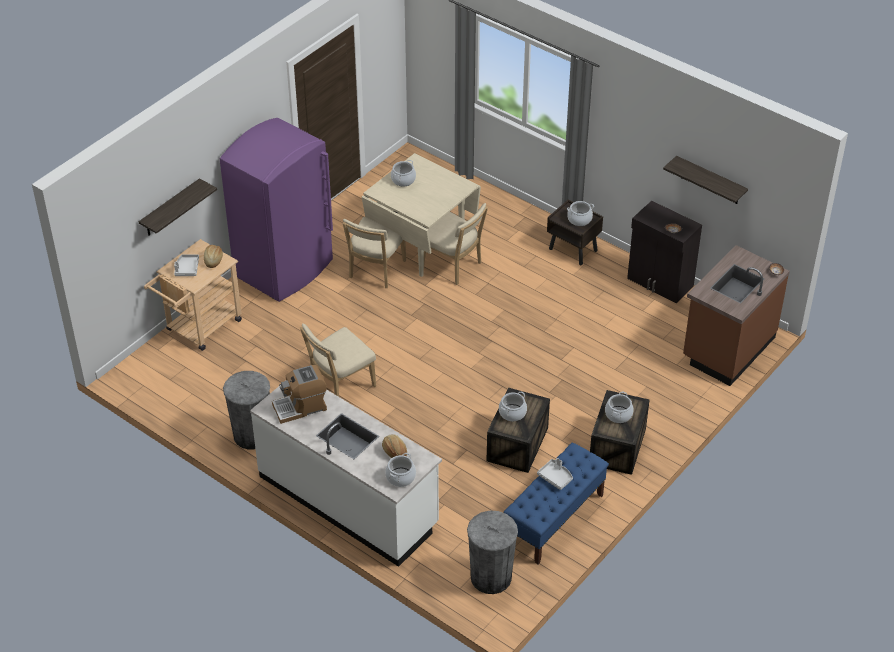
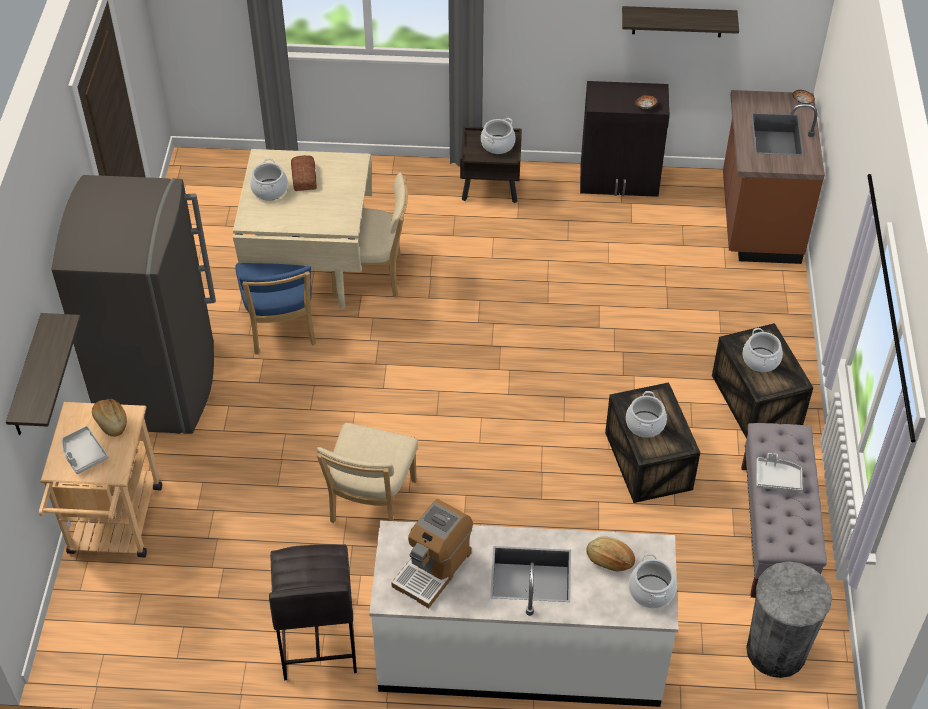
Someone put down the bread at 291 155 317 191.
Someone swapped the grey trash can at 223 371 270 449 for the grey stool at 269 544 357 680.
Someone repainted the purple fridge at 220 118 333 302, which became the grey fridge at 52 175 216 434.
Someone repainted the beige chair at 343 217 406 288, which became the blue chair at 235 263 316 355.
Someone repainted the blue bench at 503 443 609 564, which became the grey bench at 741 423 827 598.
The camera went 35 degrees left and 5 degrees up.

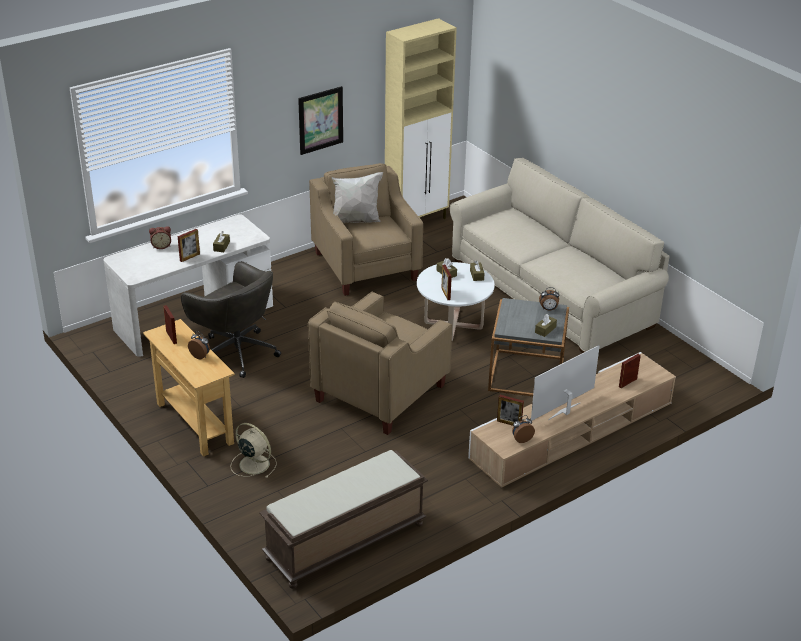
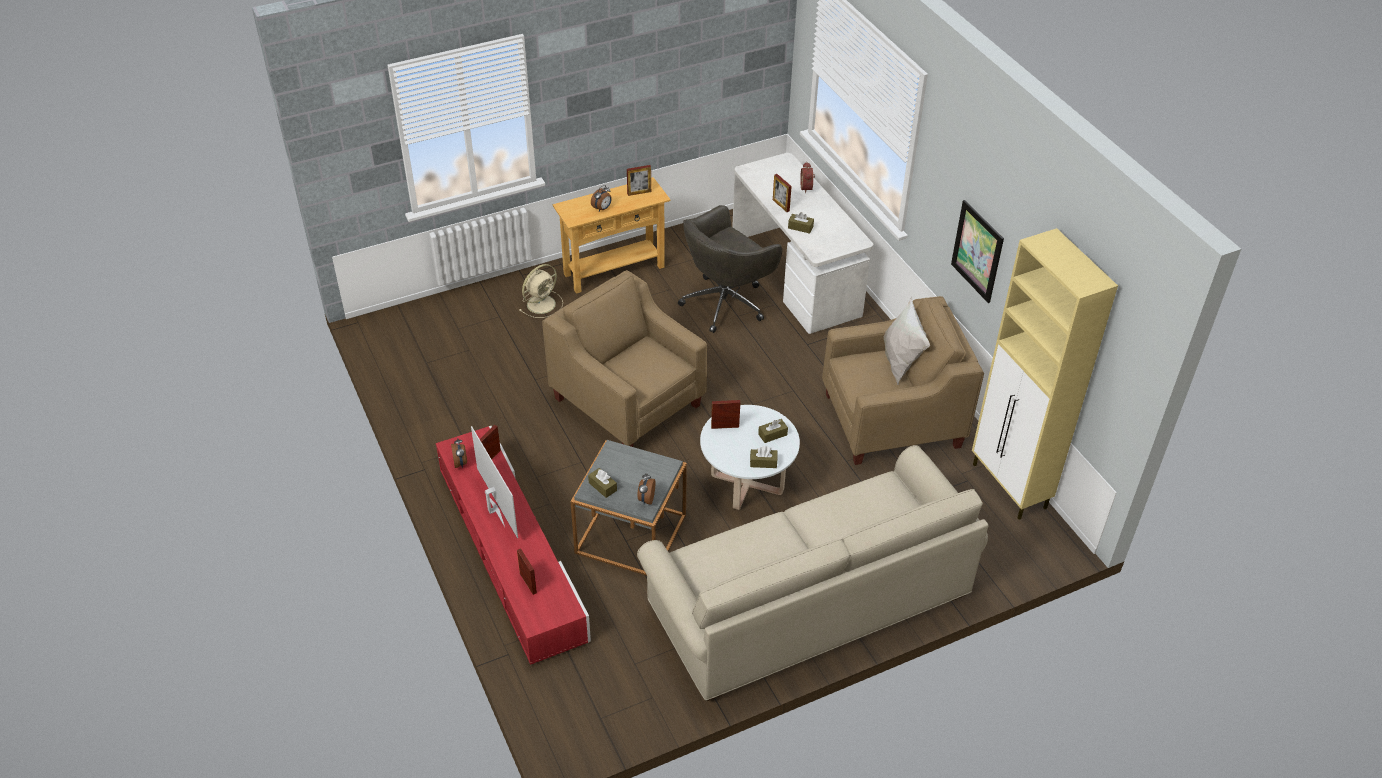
Someone took away the brown bench at 259 450 428 589.
Someone repainted the beige tv stand at 468 352 676 487, which became the red tv stand at 436 426 591 665.
The camera went 100 degrees right and 10 degrees up.

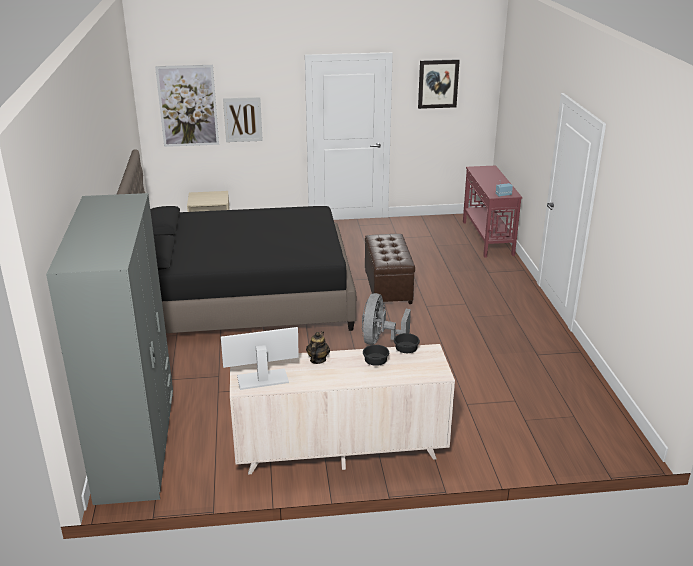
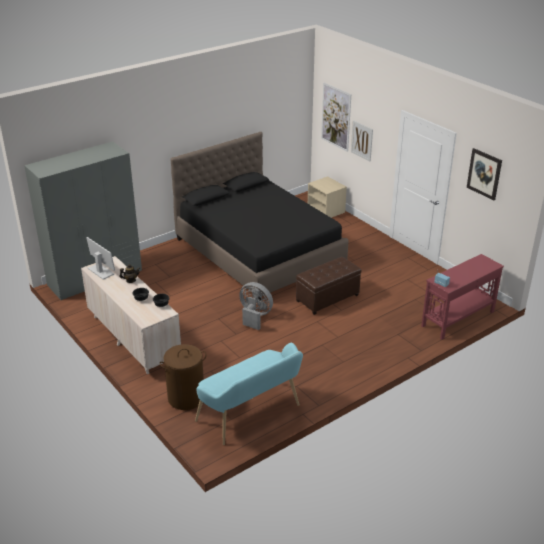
Someone put down the brown laundry basket at 160 344 206 410.
Someone put down the turquoise bench at 195 343 303 445.
Someone rotated the grey fan at 362 293 411 345 by 45 degrees clockwise.
The camera went 60 degrees right and 5 degrees up.

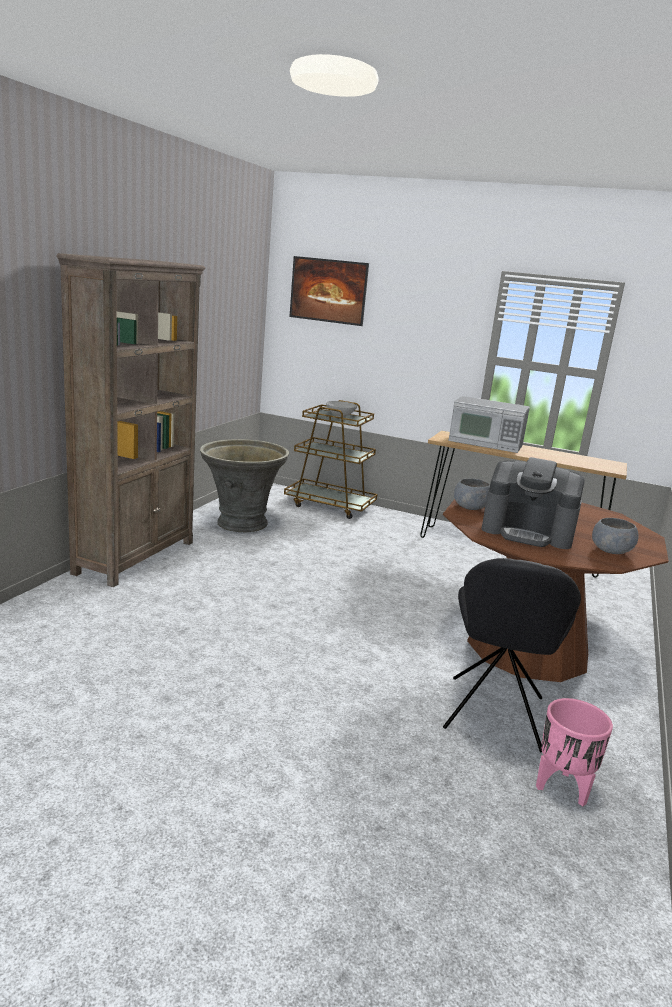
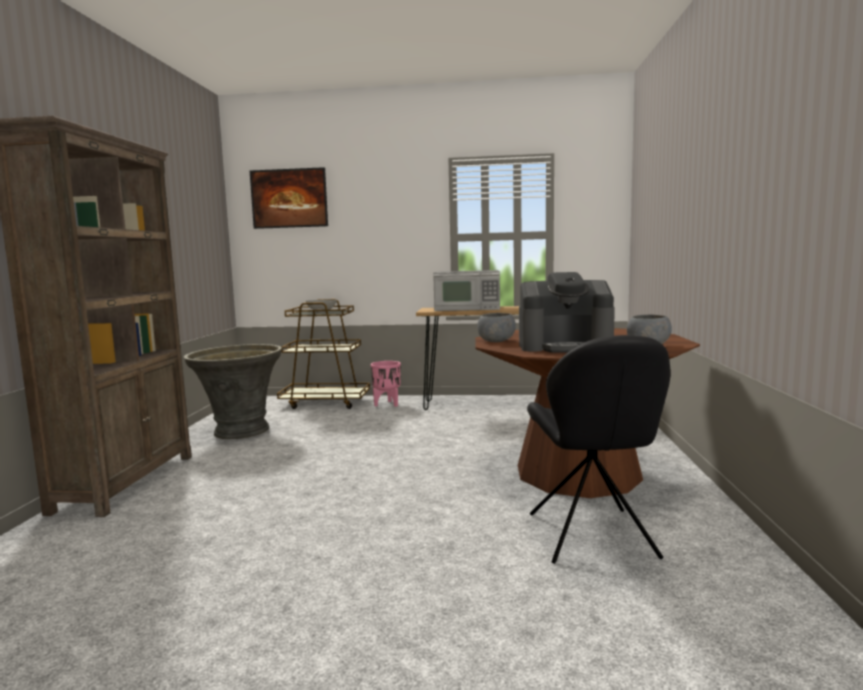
Someone carried the pink planter from 536 698 613 807 to 371 361 401 407.
The camera went 15 degrees left and 10 degrees down.

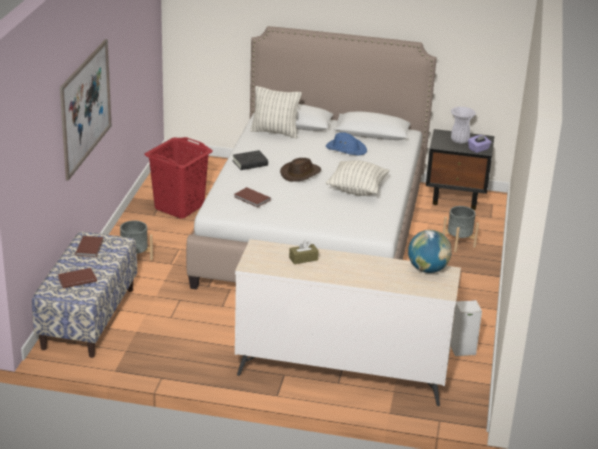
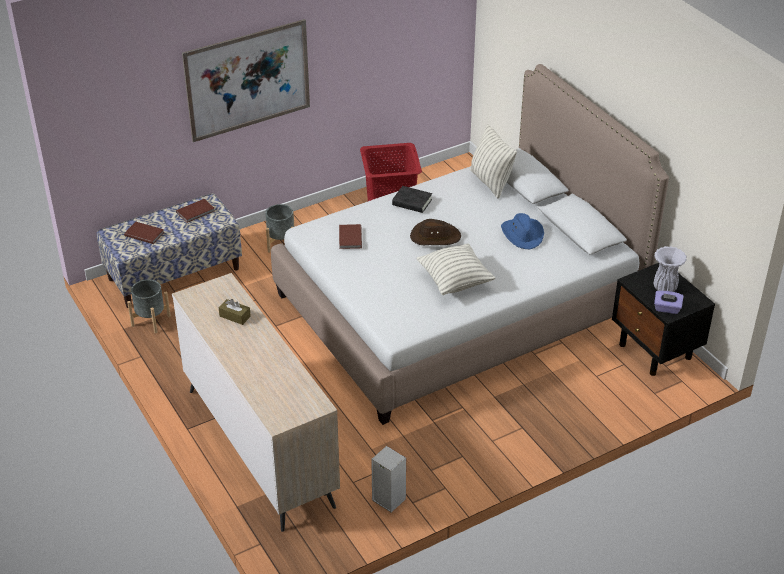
Someone took away the globe at 408 230 452 273.
Someone carried the grey planter from 442 206 479 252 to 127 279 171 333.
The camera went 50 degrees right and 10 degrees up.

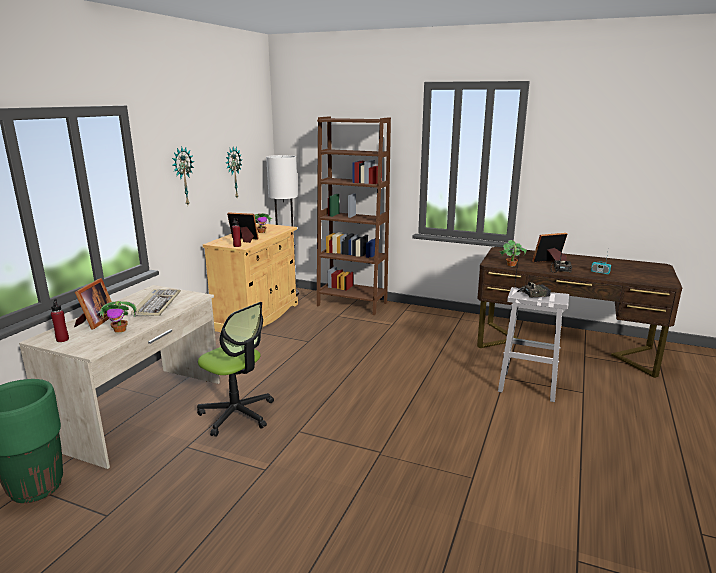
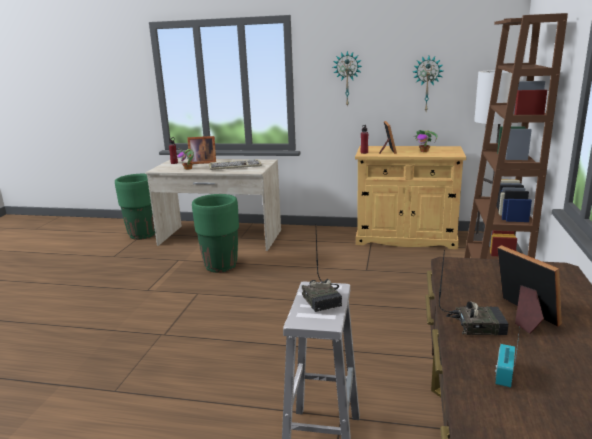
Someone took away the potted plant at 499 240 527 266.
Someone swapped the office chair at 197 302 274 437 for the green planter at 192 194 239 273.
The camera went 80 degrees right and 0 degrees up.

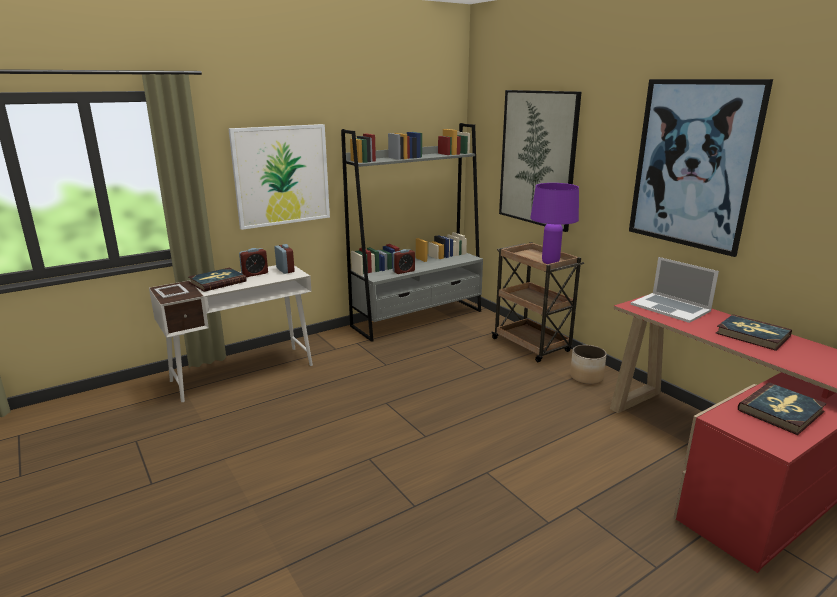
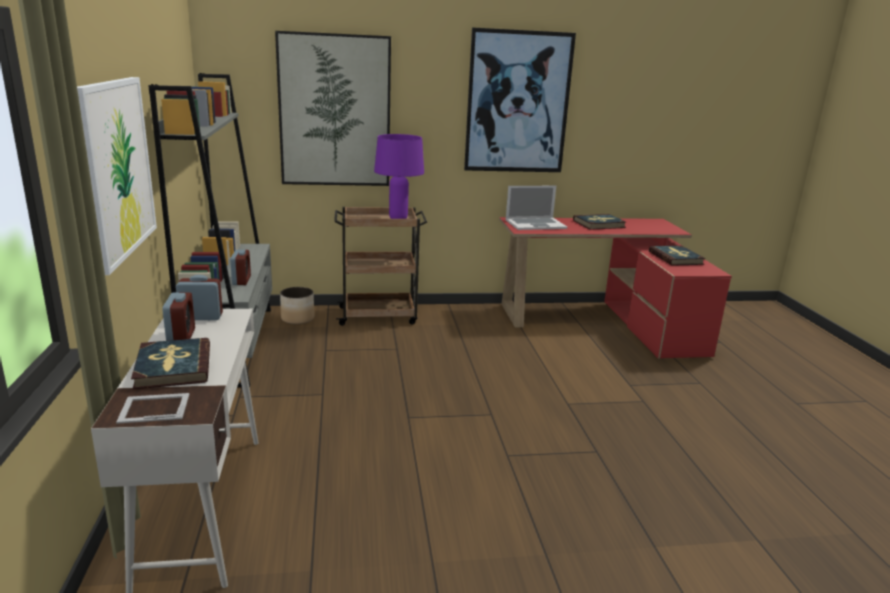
Someone carried the planter from 570 345 607 384 to 280 287 315 324.
The camera went 65 degrees left and 0 degrees up.

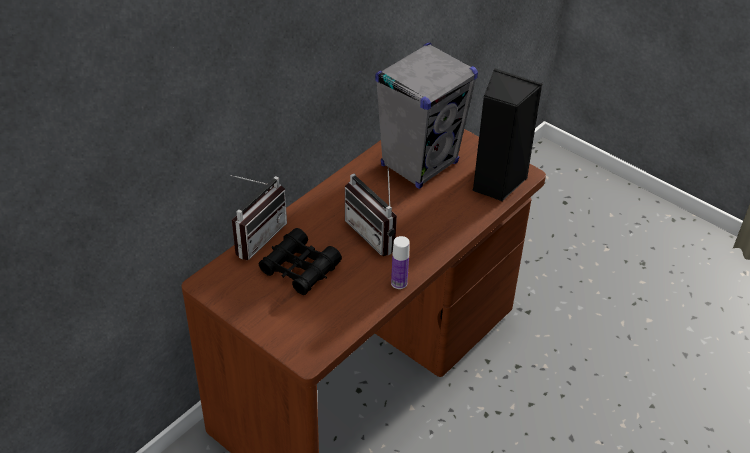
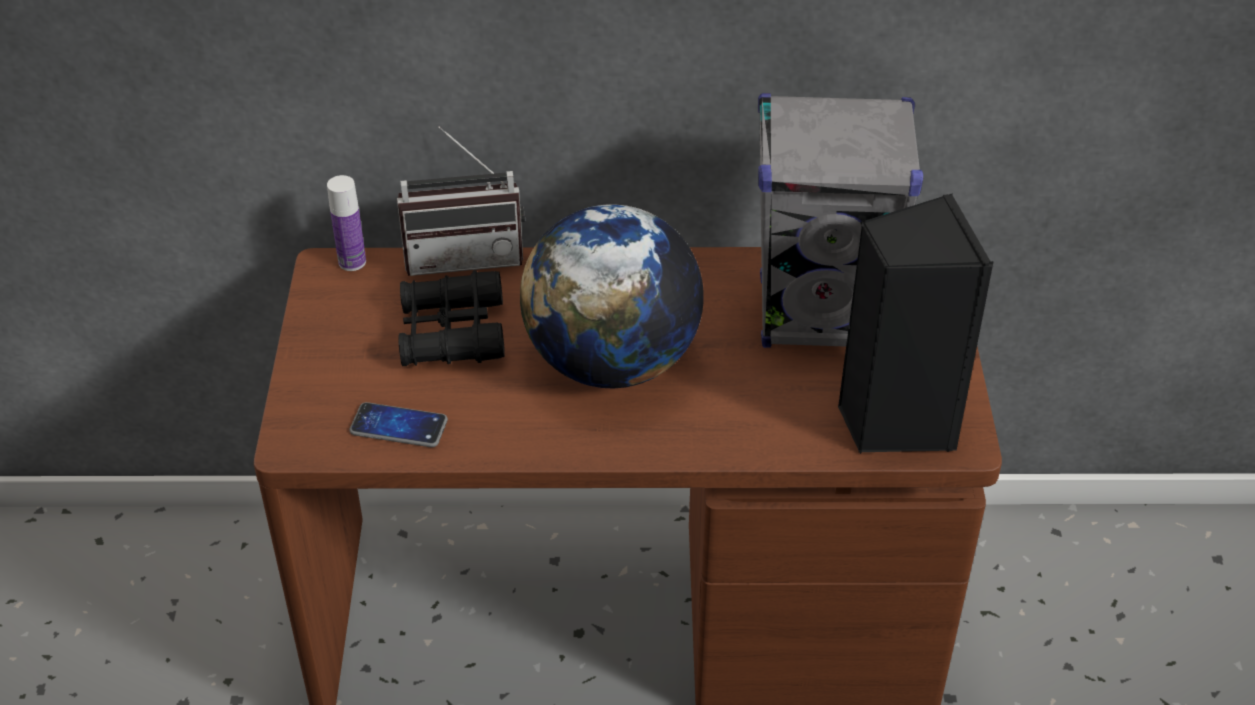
Someone put down the phone at 349 402 448 447.
Someone carried the bottle from 391 236 410 289 to 327 175 366 271.
Someone swapped the radio at 345 164 397 256 for the globe at 520 204 704 388.
The camera went 50 degrees right and 0 degrees up.

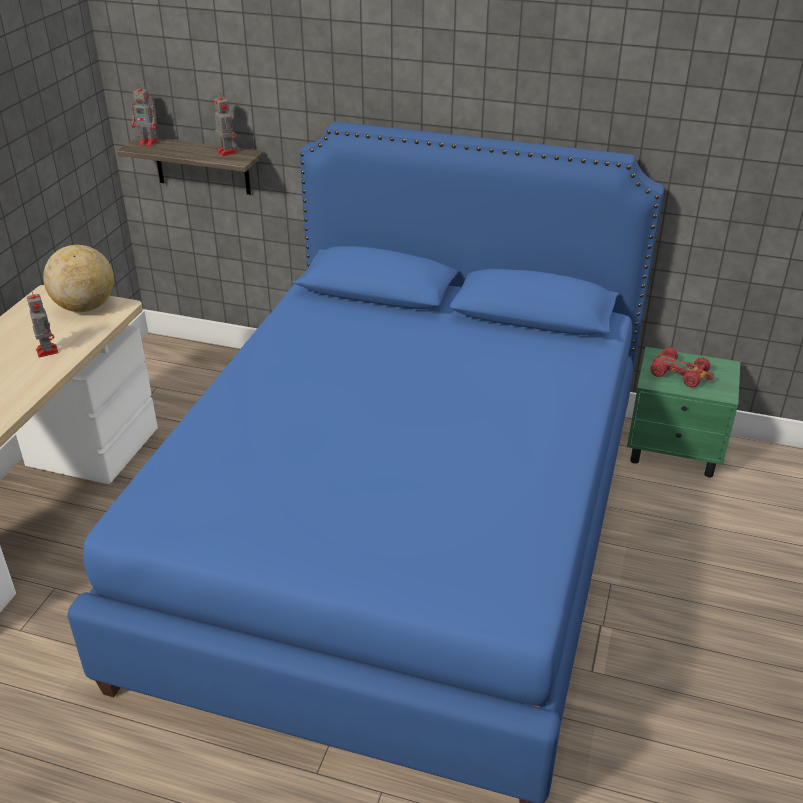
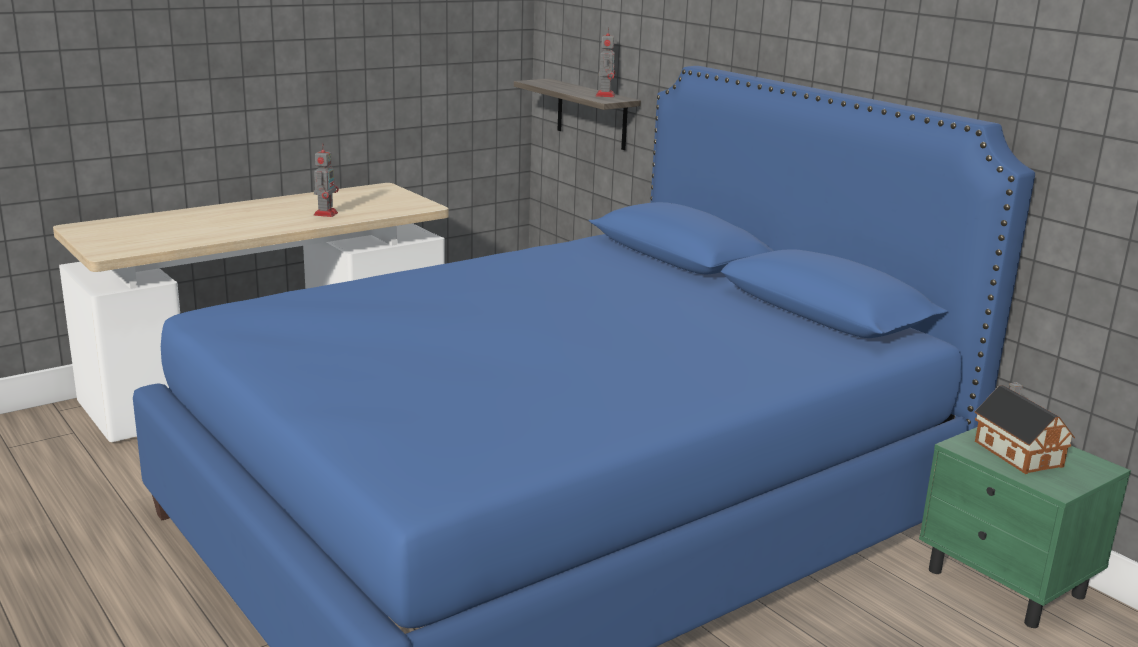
Someone took away the globe at 43 245 114 312.
Someone took away the toy robot at 131 83 159 146.
Someone swapped the red toy car at 651 347 714 388 for the toy house at 974 382 1075 474.
The camera went 35 degrees right and 15 degrees down.

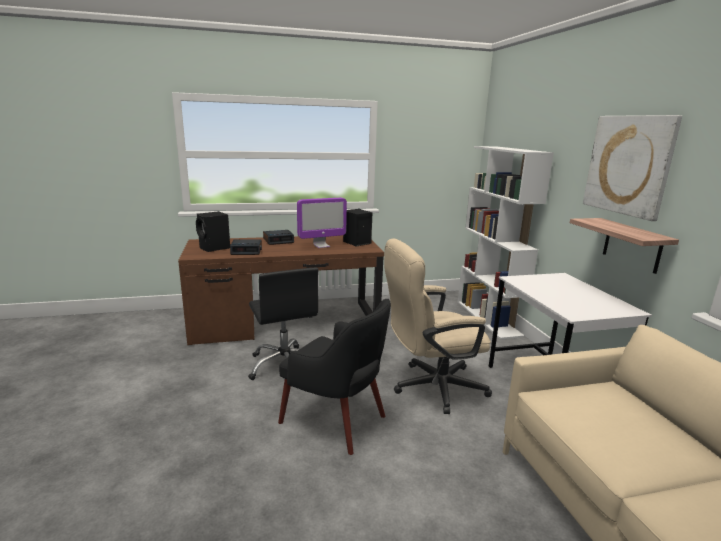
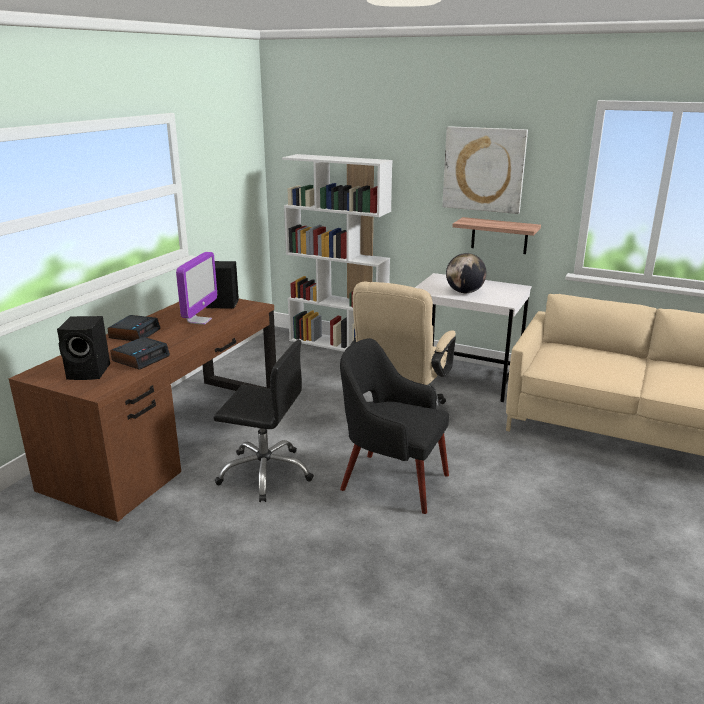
Someone put down the globe at 446 253 486 293.
Someone rotated the black armchair at 278 299 391 455 by 135 degrees counterclockwise.
The camera went 50 degrees left and 5 degrees up.

